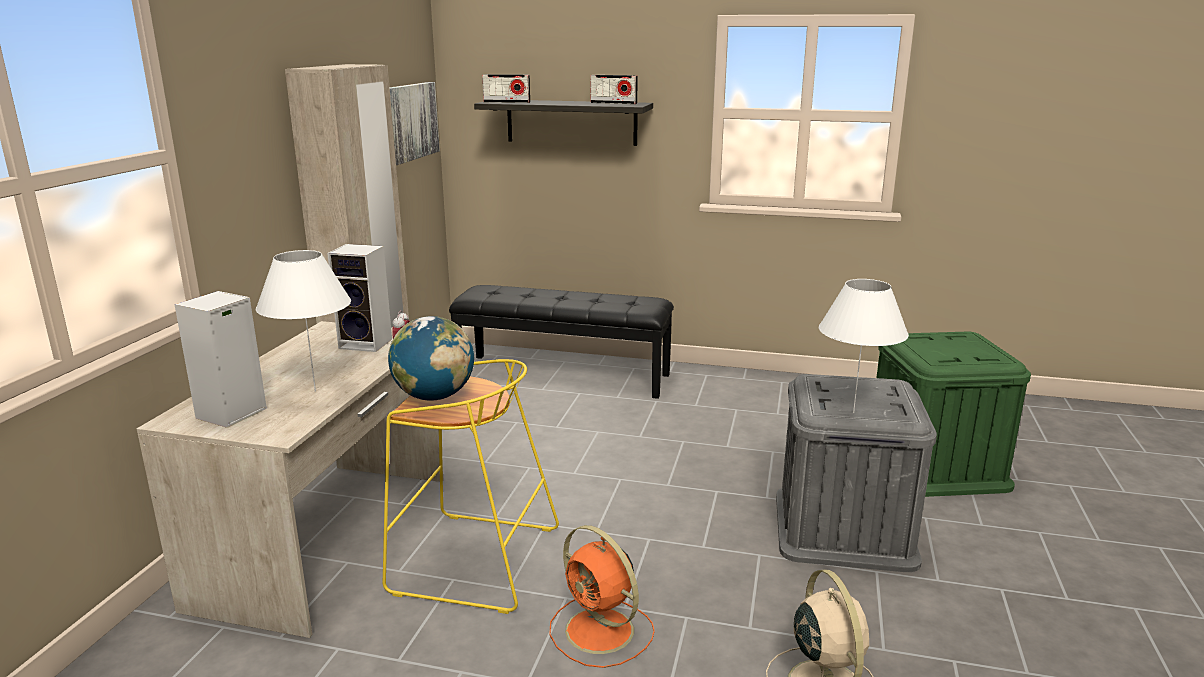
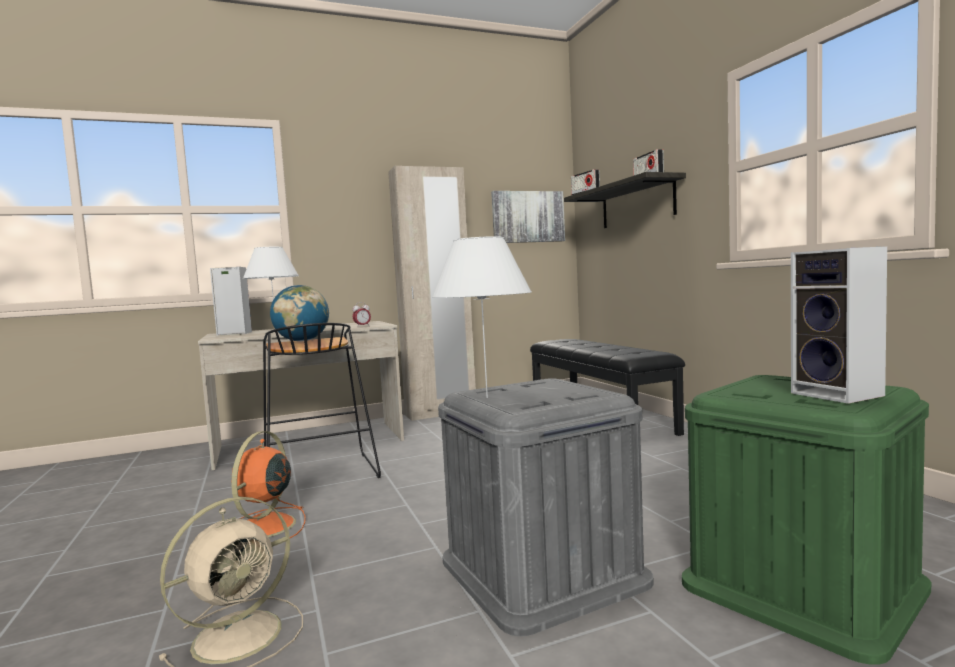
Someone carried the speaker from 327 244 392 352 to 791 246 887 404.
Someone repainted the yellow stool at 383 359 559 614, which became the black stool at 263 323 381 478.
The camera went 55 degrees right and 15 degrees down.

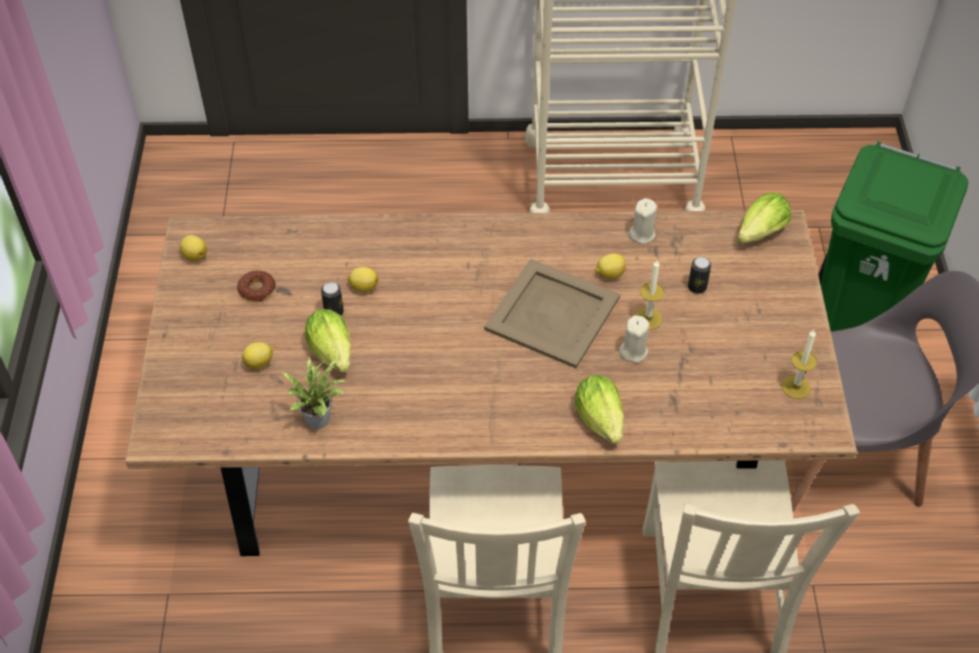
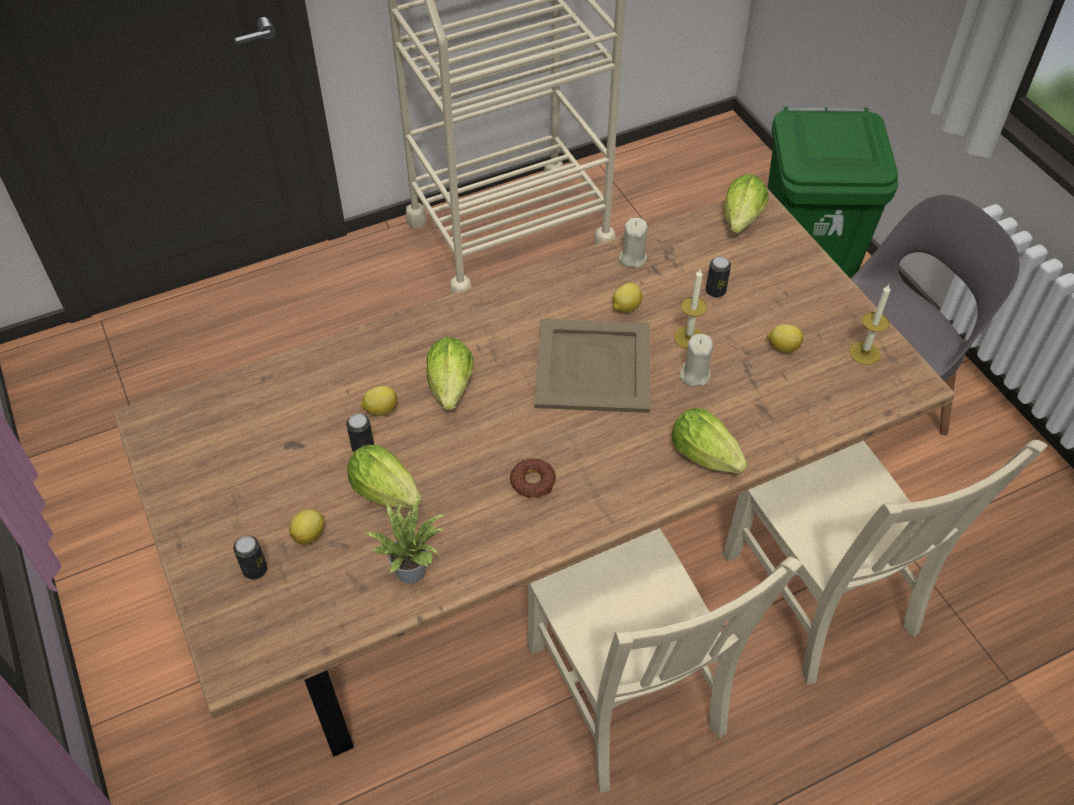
Someone put down the can at 233 536 267 580.
Someone put down the lettuce at 426 337 473 410.
Someone carried the lemon from 180 235 207 261 to 767 324 803 353.
Someone carried the donut from 237 271 276 301 to 510 458 556 498.
The camera went 25 degrees left and 0 degrees up.

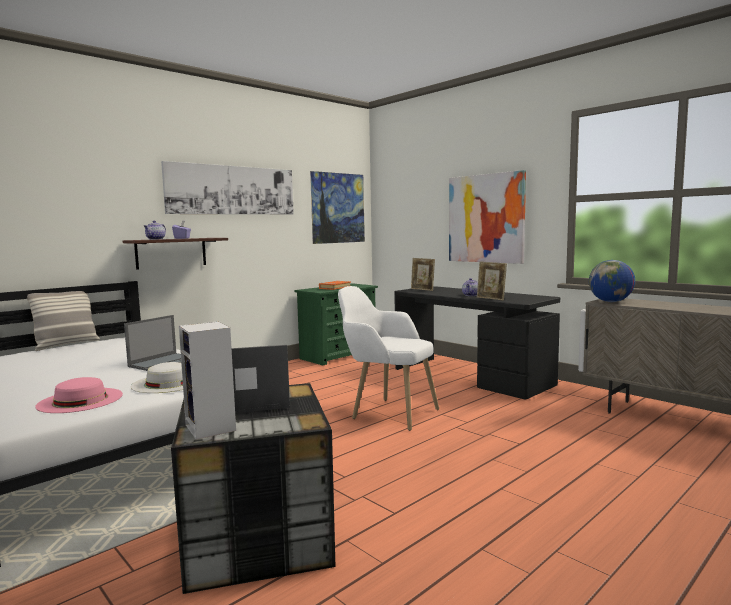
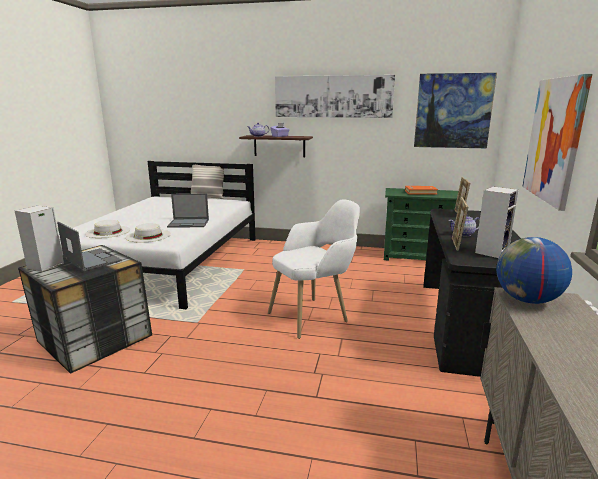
Someone put down the speaker at 475 187 519 258.
Someone repainted the pink hat at 35 377 123 413, which became the white hat at 85 220 130 238.
Someone rotated the white armchair at 338 286 439 431 by 60 degrees clockwise.
The camera went 55 degrees right and 10 degrees up.

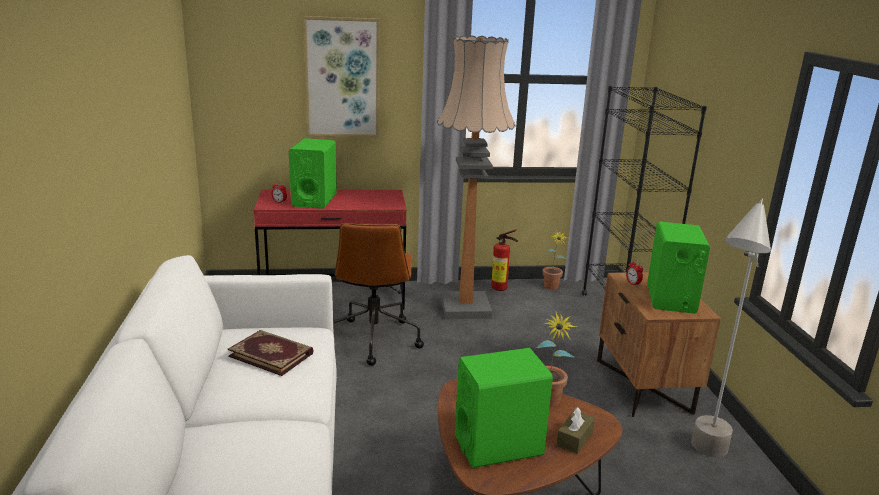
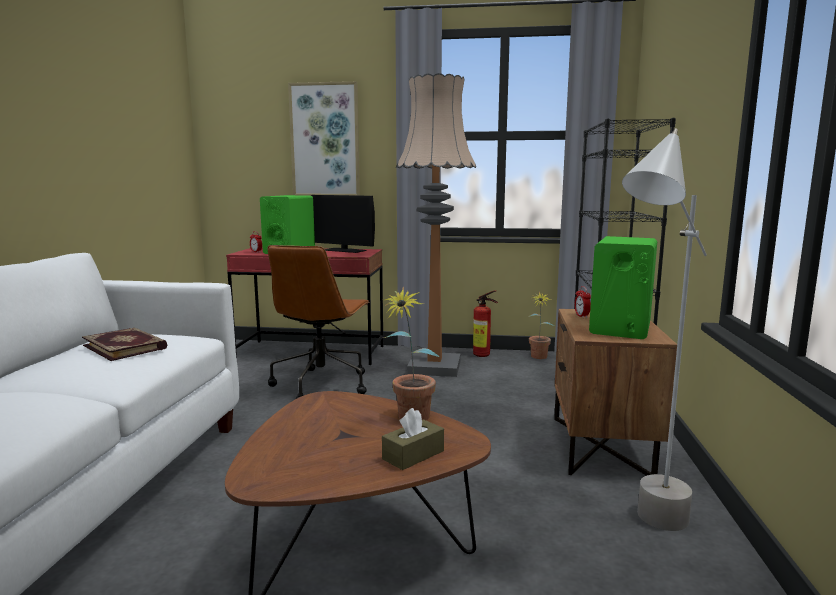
Someone took away the green speaker at 455 348 553 468.
Someone put down the monitor at 311 195 375 253.
The camera went 15 degrees right and 10 degrees down.

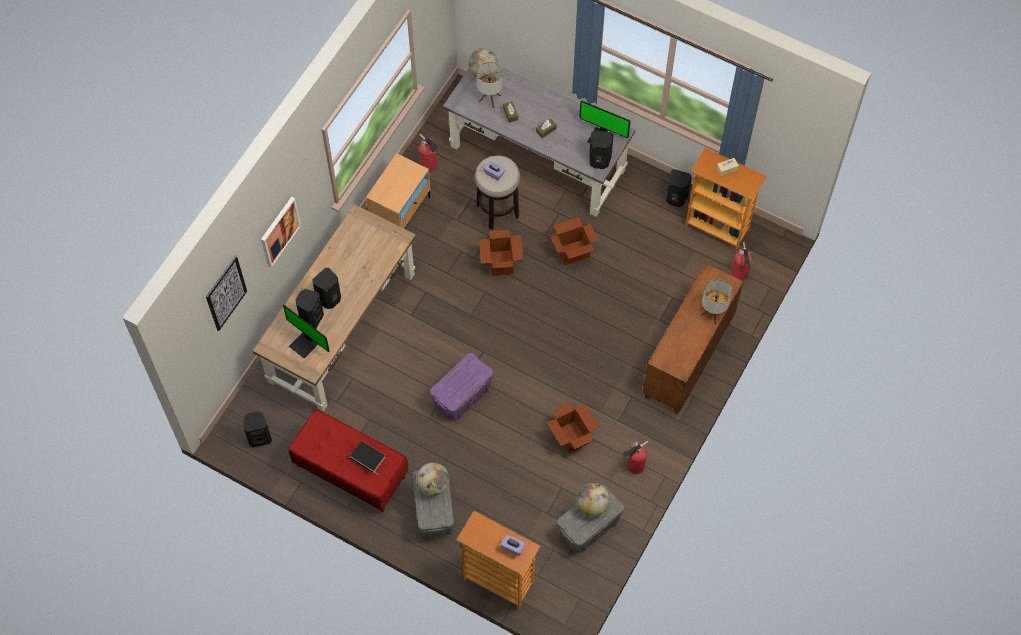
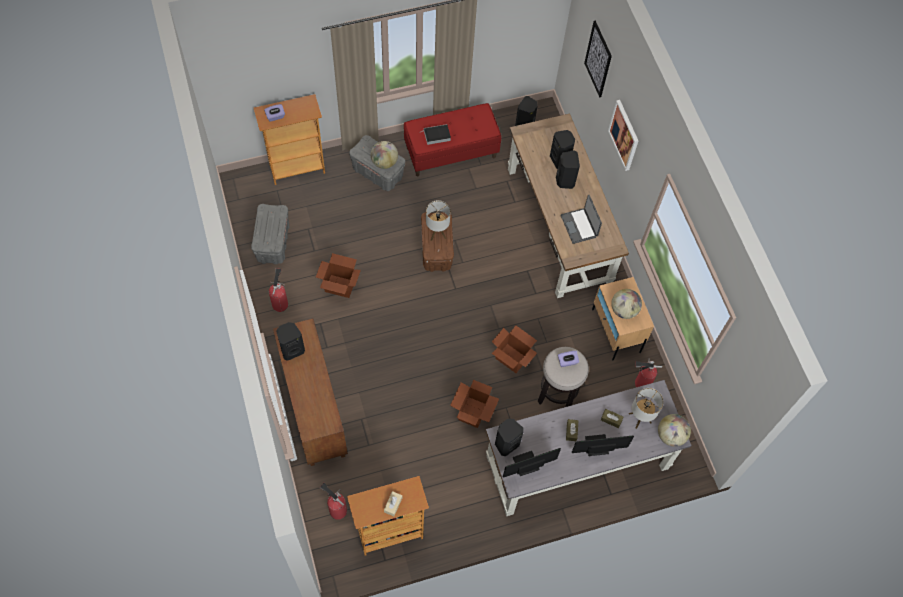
Someone put down the laptop at 561 195 602 244.
Someone carried the monitor from 283 305 330 358 to 572 434 634 456.
Someone carried the globe from 577 483 610 516 to 611 289 642 319.
Someone carried the black speaker from 666 169 692 207 to 276 322 305 361.
Someone carried the table lamp from 701 279 732 325 to 426 200 451 241.
Someone repainted the purple storage box at 430 353 493 421, which became the brown storage box at 421 212 454 272.
The camera went 130 degrees right and 0 degrees up.

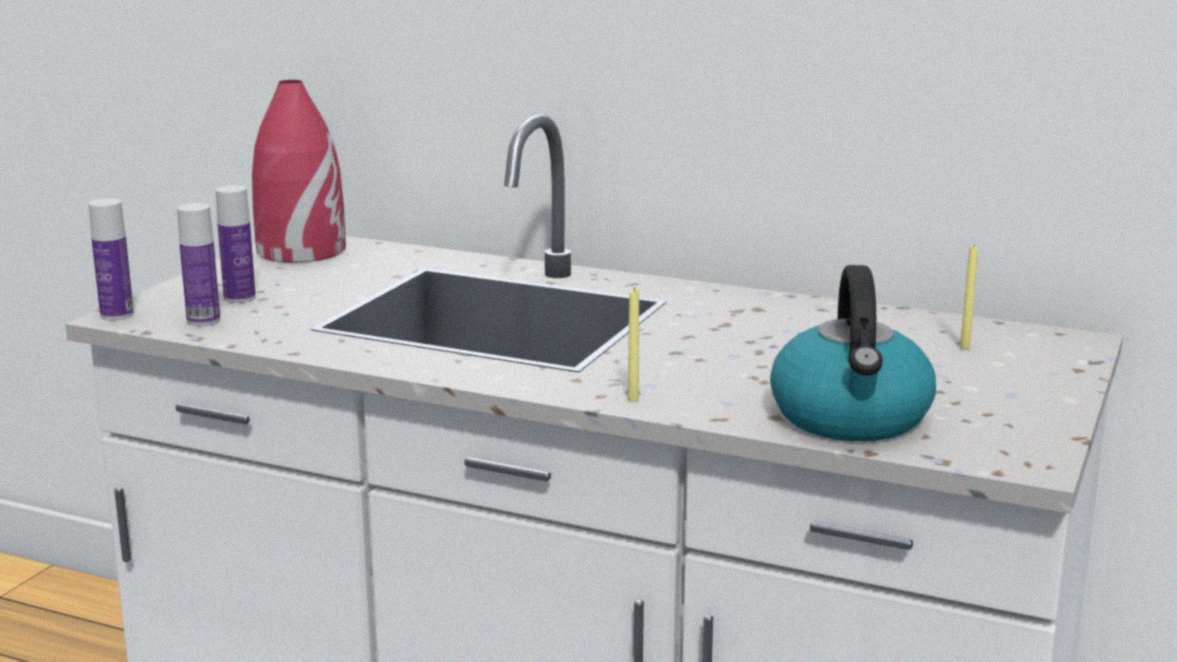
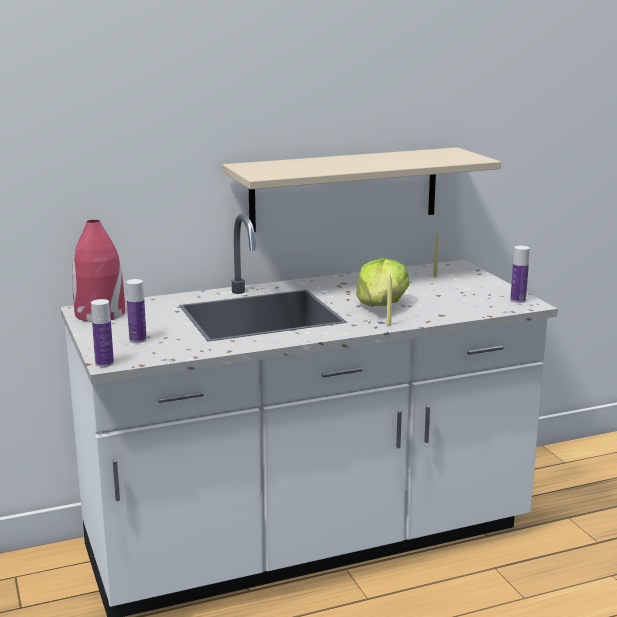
Someone took away the kettle at 770 265 936 441.
Someone put up the beige shelf at 222 147 501 232.
Someone put down the lettuce at 356 258 409 306.
Someone carried the bottle from 177 203 220 326 to 510 246 530 303.
The camera went 45 degrees left and 0 degrees up.

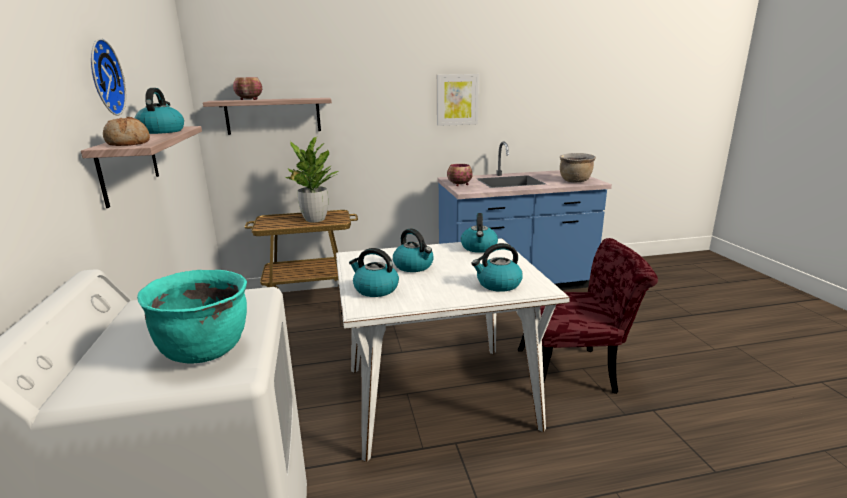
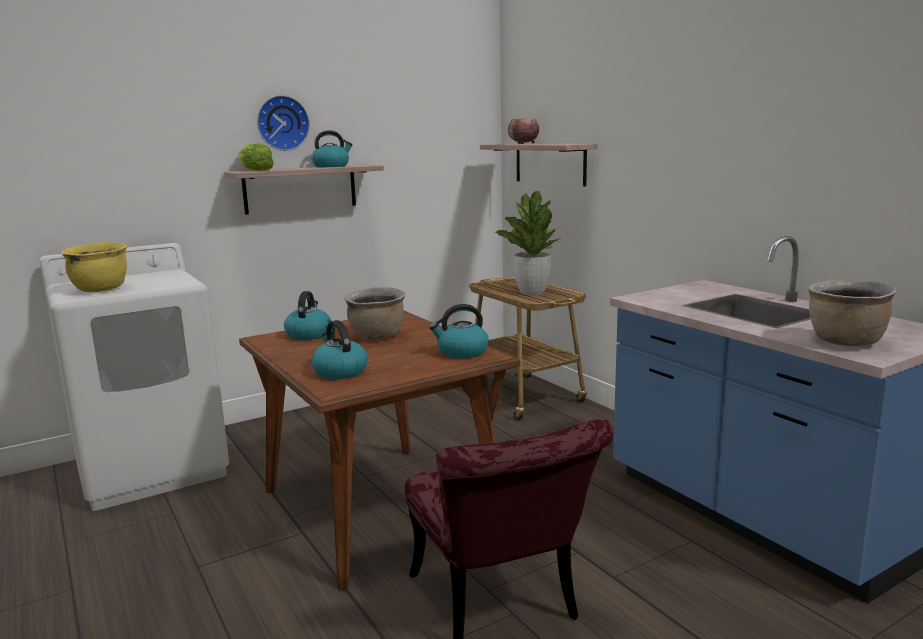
Someone took away the picture at 437 74 479 126.
Someone took away the bowl at 447 164 473 186.
Someone swapped the bread at 103 117 150 146 for the lettuce at 238 143 274 171.
Someone swapped the kettle at 393 228 434 272 for the brown cooking pot at 344 287 405 340.
Someone repainted the turquoise cooking pot at 137 270 247 363, which became the yellow cooking pot at 61 242 127 292.
Someone repainted the white dining table at 336 238 570 462, which became the brown dining table at 239 311 520 590.
The camera went 70 degrees right and 5 degrees down.

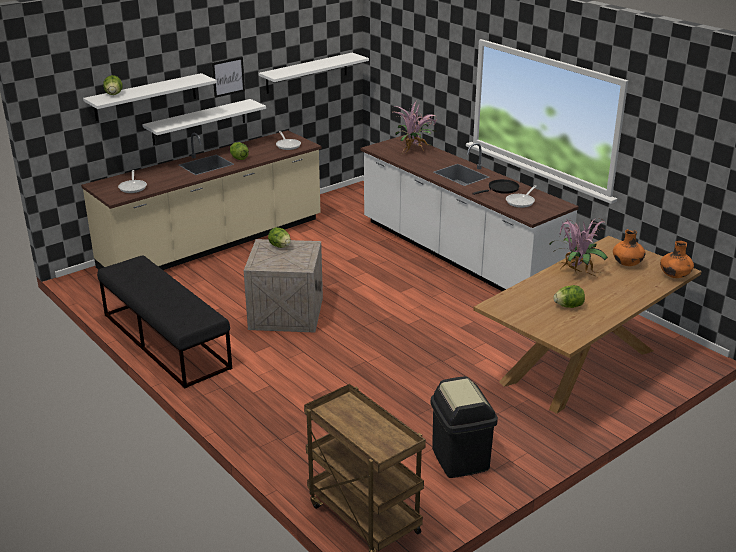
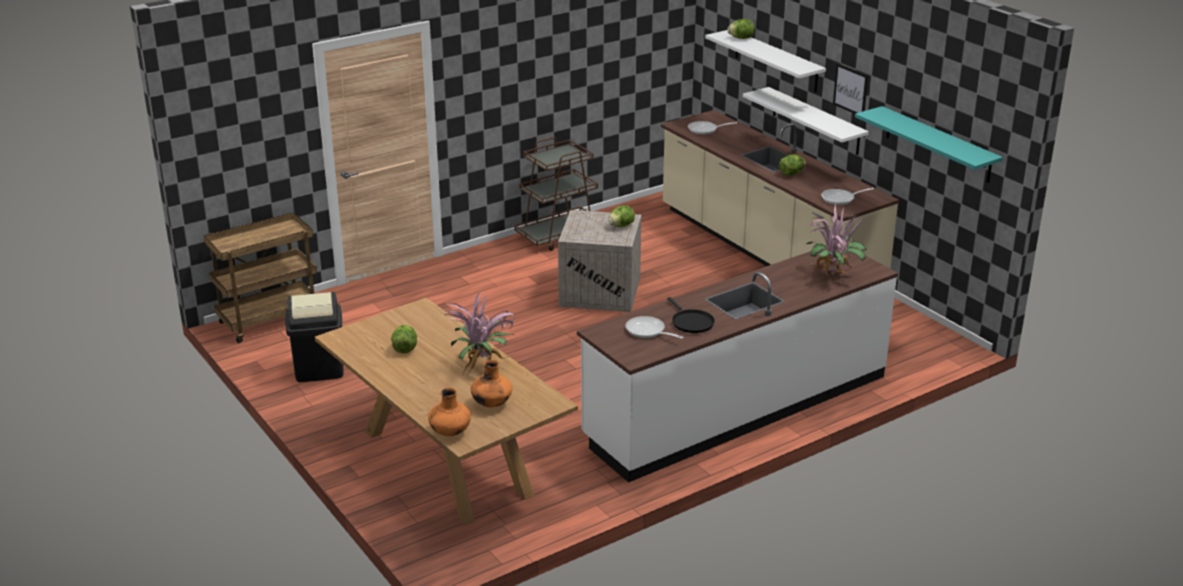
Someone swapped the black bench at 97 255 232 389 for the brown cart at 514 137 598 251.
Someone repainted the white shelf at 258 53 369 94, which became the turquoise shelf at 855 106 1003 183.
The camera went 95 degrees right and 0 degrees up.

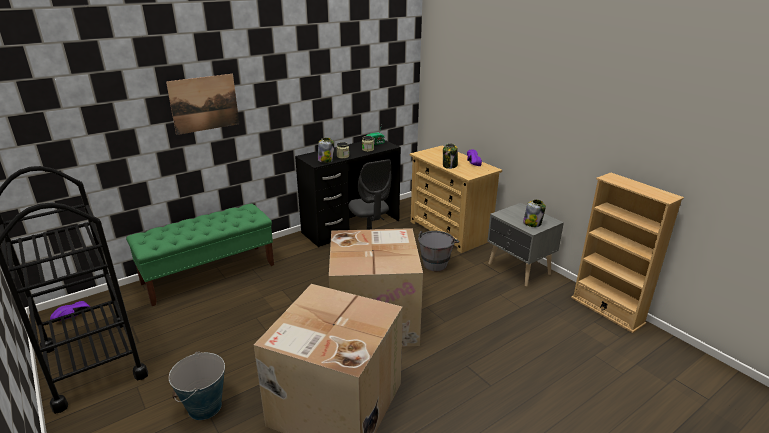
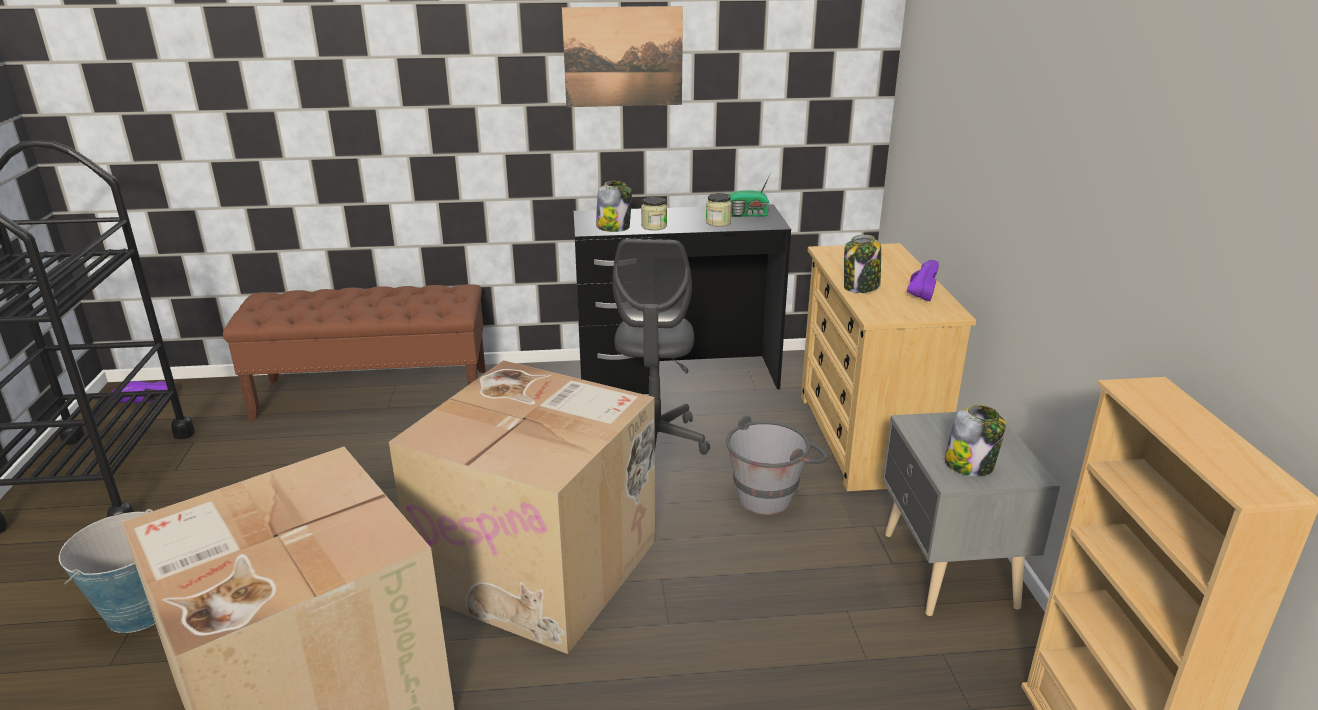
Someone carried the picture from 166 74 239 135 to 562 6 683 107.
Someone repainted the green bench at 126 204 274 306, which became the brown bench at 223 284 486 420.
The camera went 30 degrees right and 0 degrees up.

